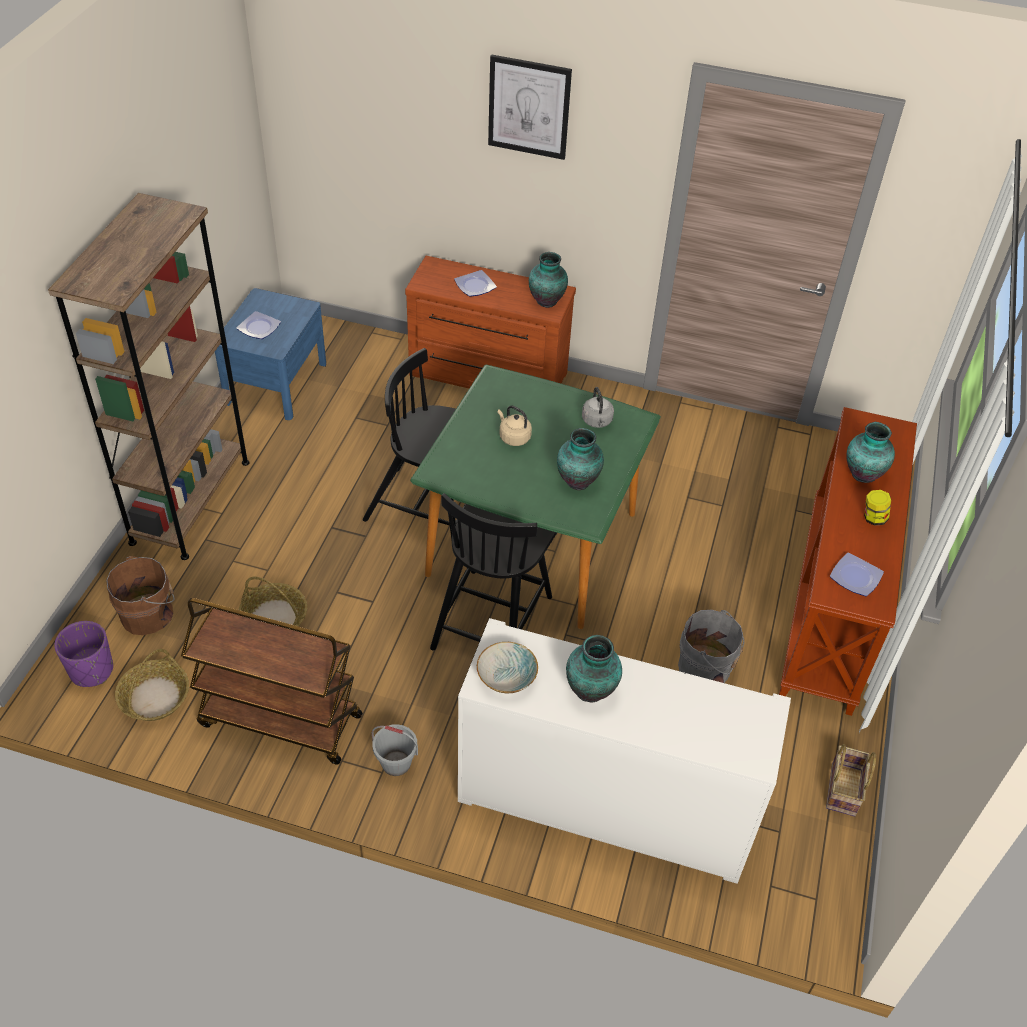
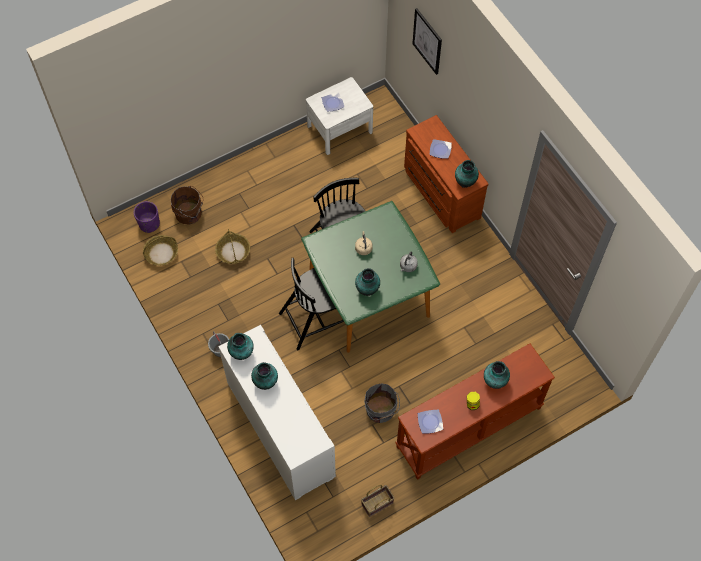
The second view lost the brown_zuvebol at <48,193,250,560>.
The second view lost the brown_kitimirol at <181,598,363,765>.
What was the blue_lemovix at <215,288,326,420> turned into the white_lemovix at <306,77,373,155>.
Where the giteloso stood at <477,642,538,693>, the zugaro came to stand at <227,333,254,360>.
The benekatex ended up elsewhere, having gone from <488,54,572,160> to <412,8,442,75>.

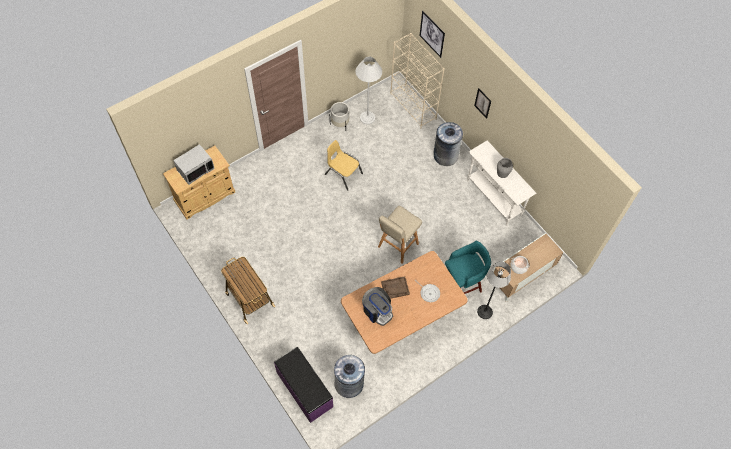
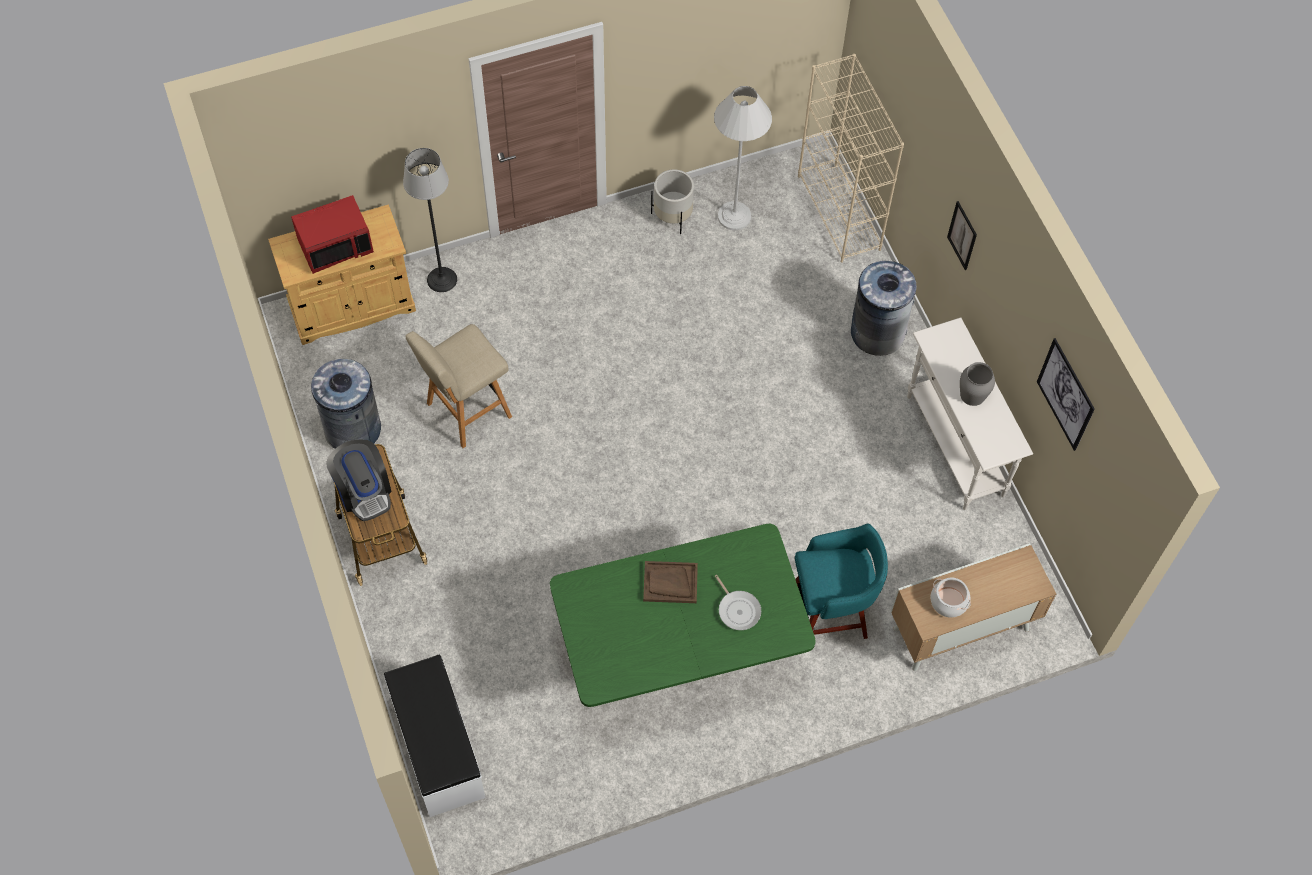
What was the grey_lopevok at <173,144,215,185> turned into the red_lopevok at <291,195,374,274>.
What was the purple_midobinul at <274,347,333,423> turned into the white_midobinul at <384,655,486,817>.
The second view lost the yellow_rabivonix at <325,140,363,191>.
The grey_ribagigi ended up elsewhere, having gone from <334,355,365,398> to <311,359,381,449>.
What was the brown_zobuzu at <341,251,468,354> turned into the green_zobuzu at <550,524,816,707>.
The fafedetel ended up elsewhere, having gone from <362,287,393,326> to <326,440,392,521>.
The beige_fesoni ended up elsewhere, having gone from <378,206,422,264> to <405,324,512,448>.
The benekatex ended up elsewhere, having gone from <419,11,445,58> to <1037,338,1095,451>.
The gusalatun ended up elsewhere, having gone from <477,261,511,319> to <403,148,457,292>.

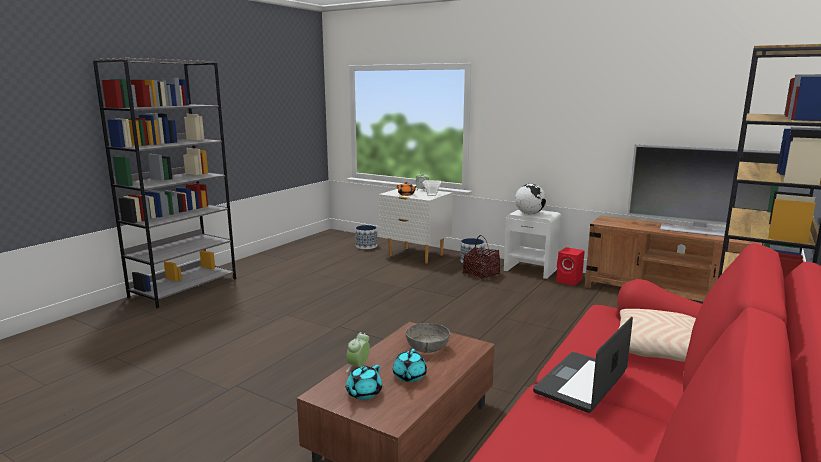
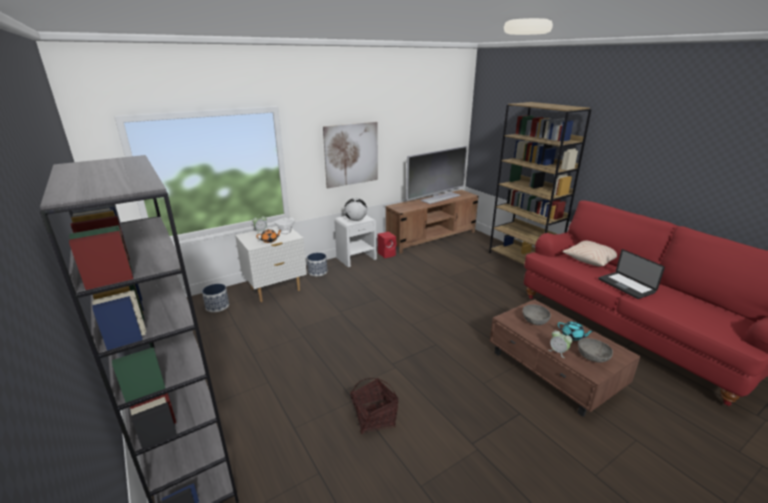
Where the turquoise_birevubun stood at <345,365,382,400>, the grey_giteloso came to stand at <578,338,613,363>.
The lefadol ended up elsewhere, having gone from <463,235,500,280> to <350,378,398,434>.
The second view gained the benekatex at <323,122,378,188>.

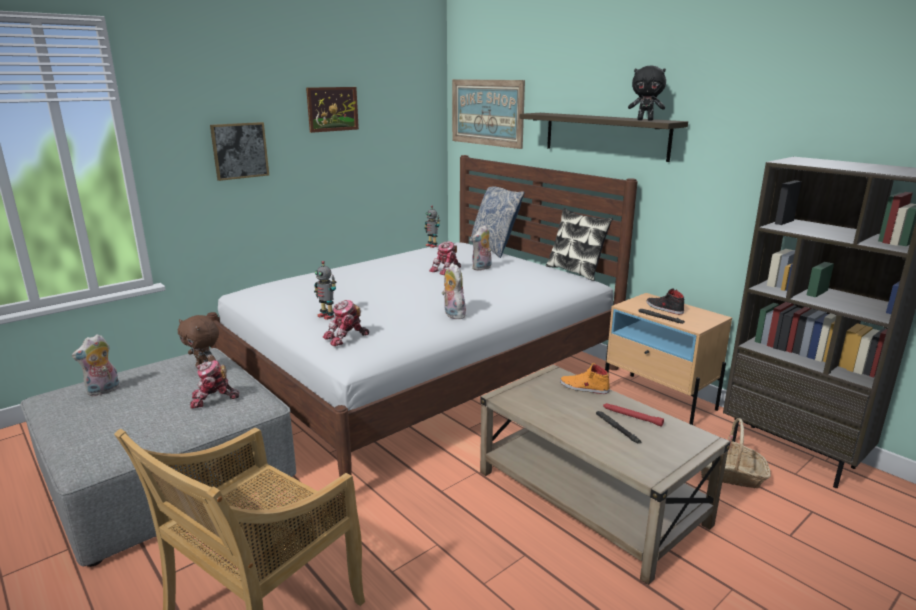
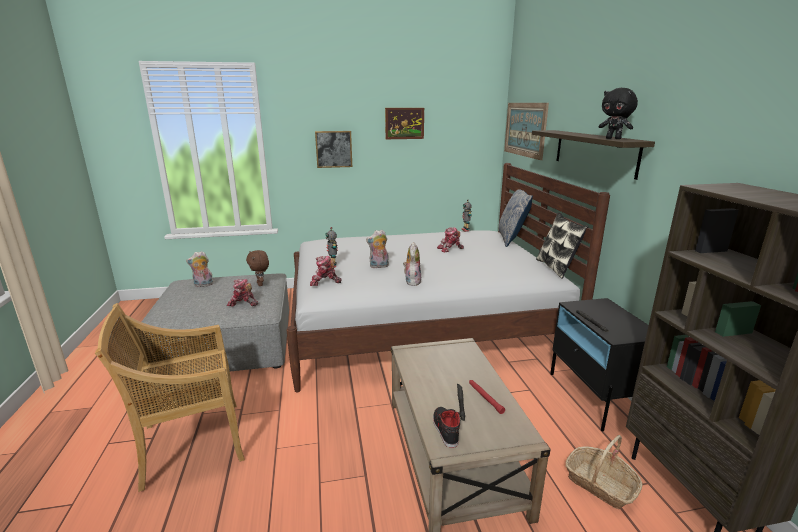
The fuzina ended up elsewhere, having gone from <472,225,492,271> to <366,230,389,269>.
The second view lost the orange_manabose at <560,363,610,394>.
What was the beige_lemovix at <605,293,732,425> turned into the black_lemovix at <550,298,649,431>.
The black_manabose ended up elsewhere, having gone from <646,288,684,315> to <433,407,460,448>.

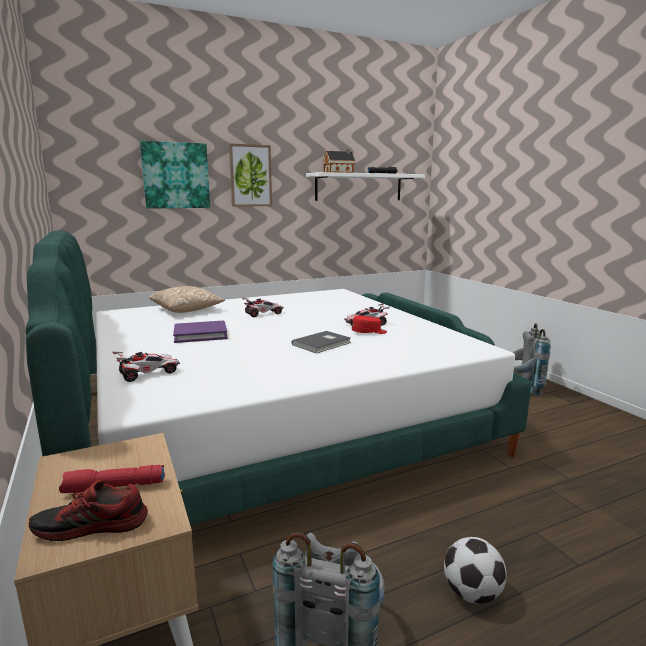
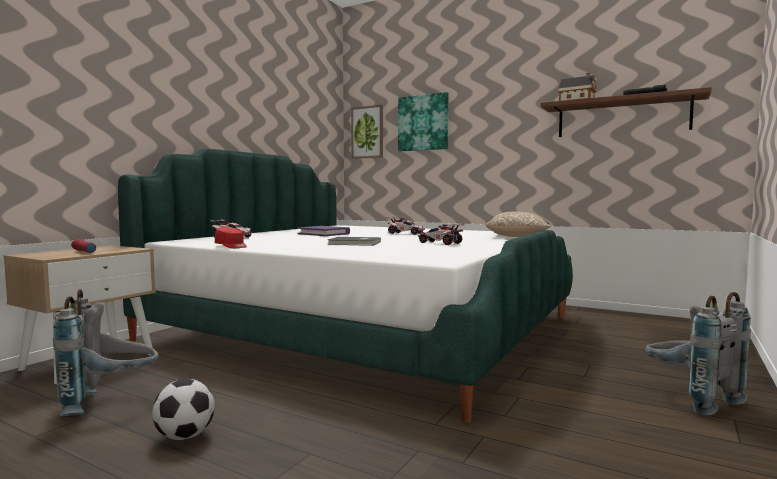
The second view lost the manabose at <28,480,148,541>.
The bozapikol ended up elsewhere, having gone from <149,286,225,313> to <486,211,551,237>.
The benekatex ended up elsewhere, having gone from <229,143,272,207> to <351,105,383,159>.
What was the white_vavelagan at <306,172,425,201> turned into the brown_vavelagan at <541,87,712,137>.
The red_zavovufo ended up elsewhere, having gone from <352,315,387,334> to <215,227,247,248>.

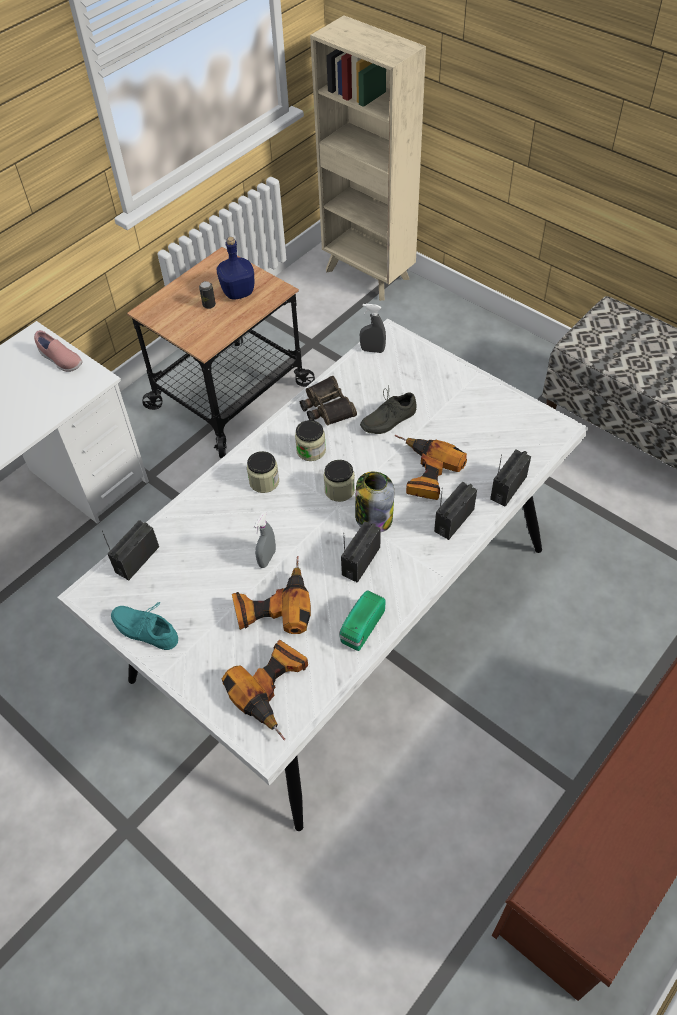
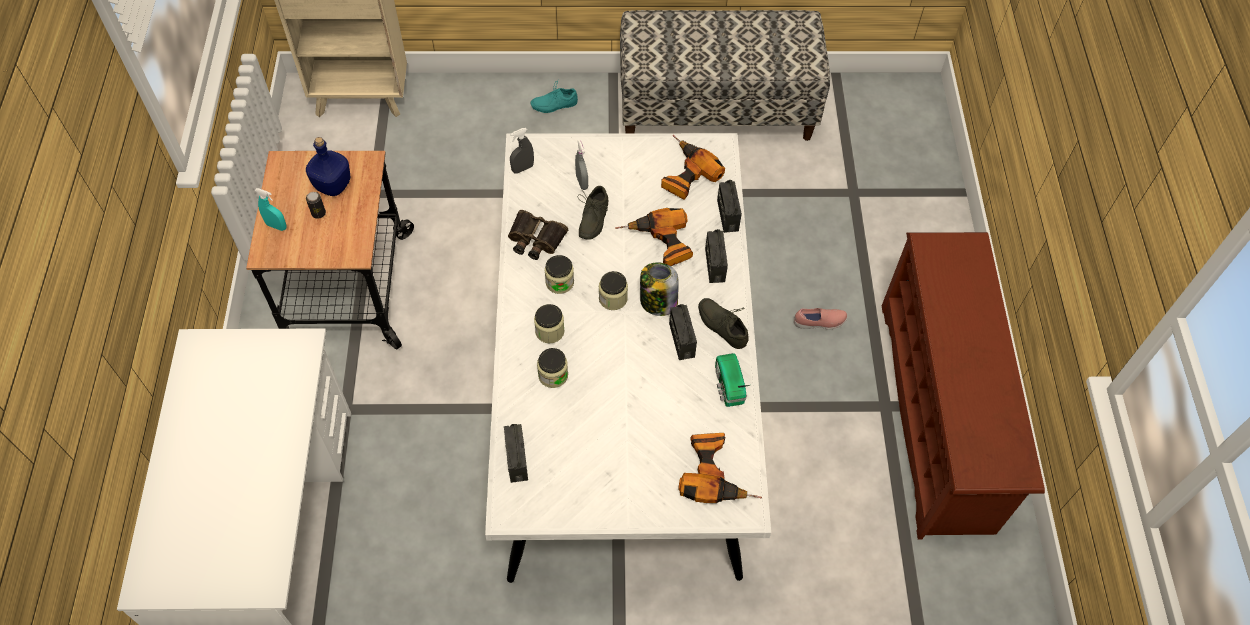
The pink_manabose ended up elsewhere, having gone from <34,330,83,372> to <794,308,848,330>.
The turquoise_manabose ended up elsewhere, having gone from <111,602,178,650> to <530,81,578,113>.
The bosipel ended up elsewhere, having gone from <232,556,311,634> to <661,135,725,199>.
The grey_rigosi ended up elsewhere, having gone from <254,511,276,568> to <575,140,588,190>.
The second view gained the turquoise_rigosi at <255,188,287,231>.
The second view gained the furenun at <537,348,568,388>.
The second view gained the grey_manabose at <698,298,749,349>.

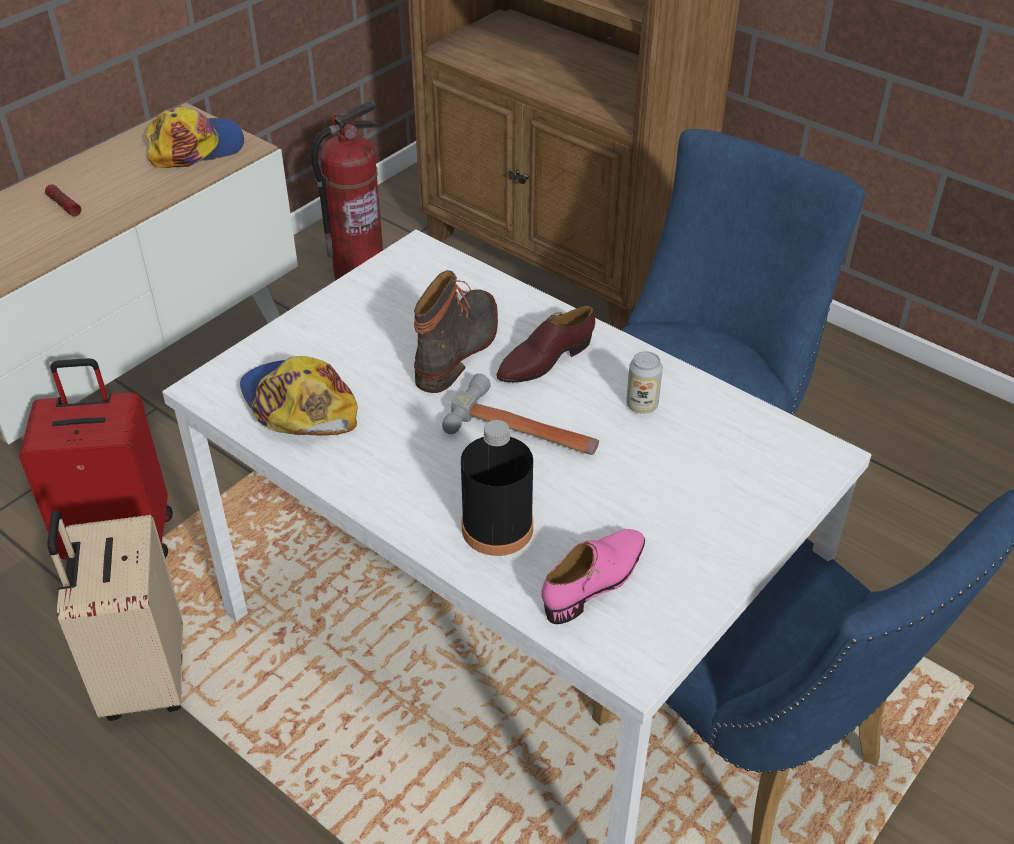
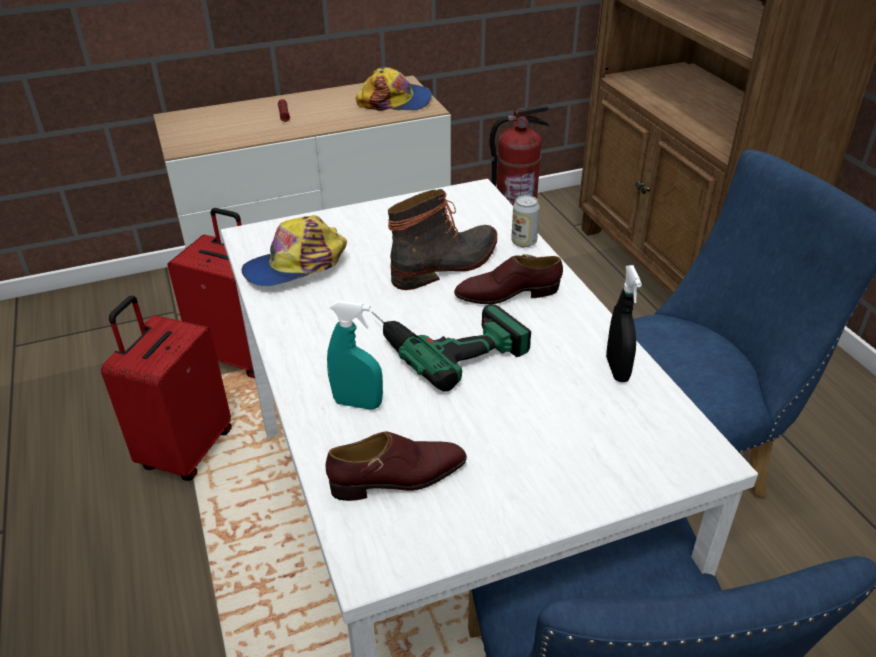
What was the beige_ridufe at <48,511,183,721> turned into the red_ridufe at <101,296,232,481>.
The zavovufo at <240,356,358,436> ended up facing another way, 120 degrees counterclockwise from before.
Where the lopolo stood at <442,373,599,455>, the bosipel came to stand at <372,304,531,392>.
Where the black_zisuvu stood at <461,420,533,556>, the turquoise_rigosi came to stand at <327,300,383,410>.
What was the pink_manabose at <541,529,645,624> turned into the brown_manabose at <326,432,467,501>.
The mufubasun ended up elsewhere, having gone from <626,351,663,414> to <511,195,540,248>.
The second view gained the black_rigosi at <606,265,642,382>.

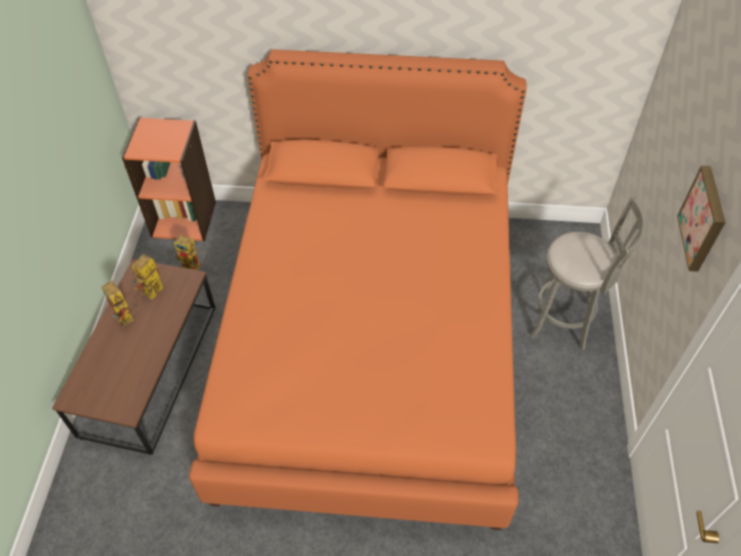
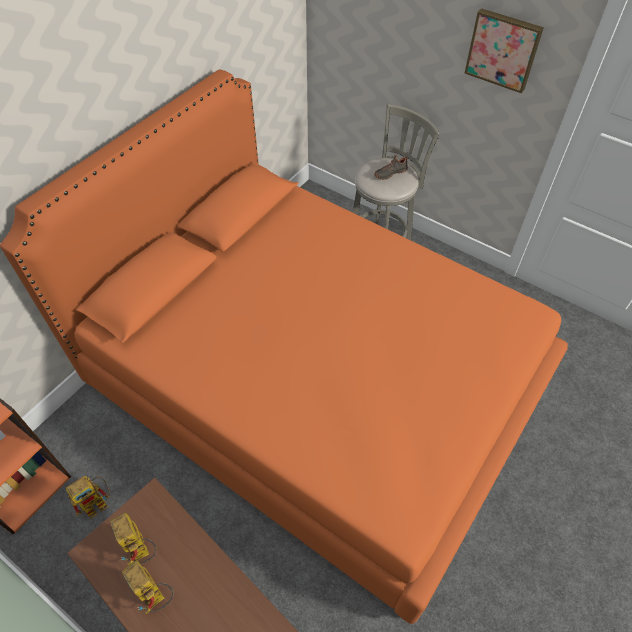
The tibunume at <101,281,139,327> ended up facing another way, 60 degrees clockwise from before.
The second view gained the black_manabose at <374,155,409,180>.

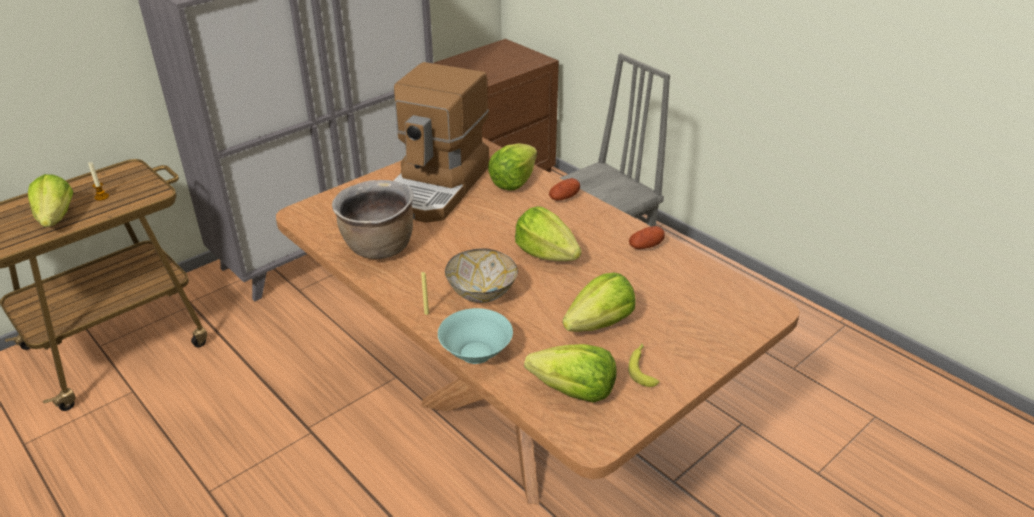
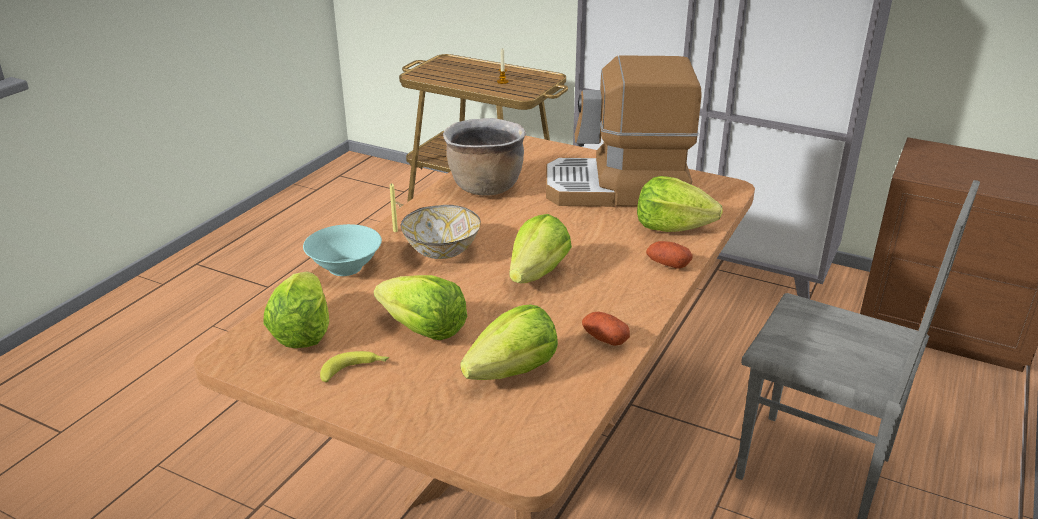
The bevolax ended up elsewhere, having gone from <28,174,73,227> to <460,304,558,380>.

